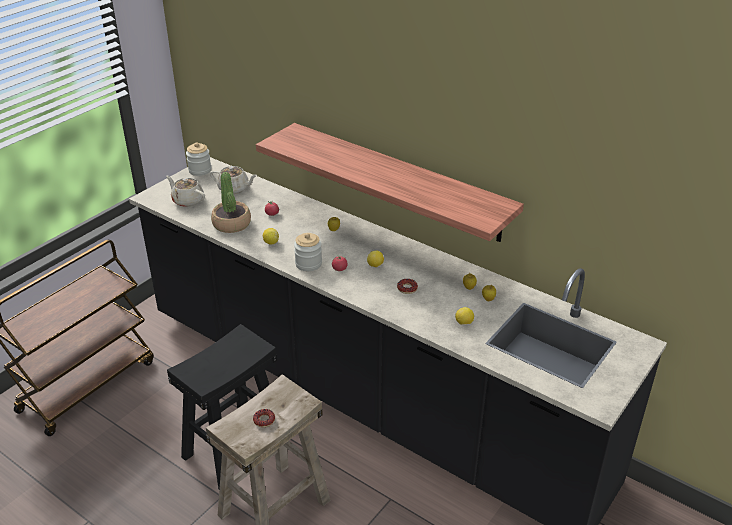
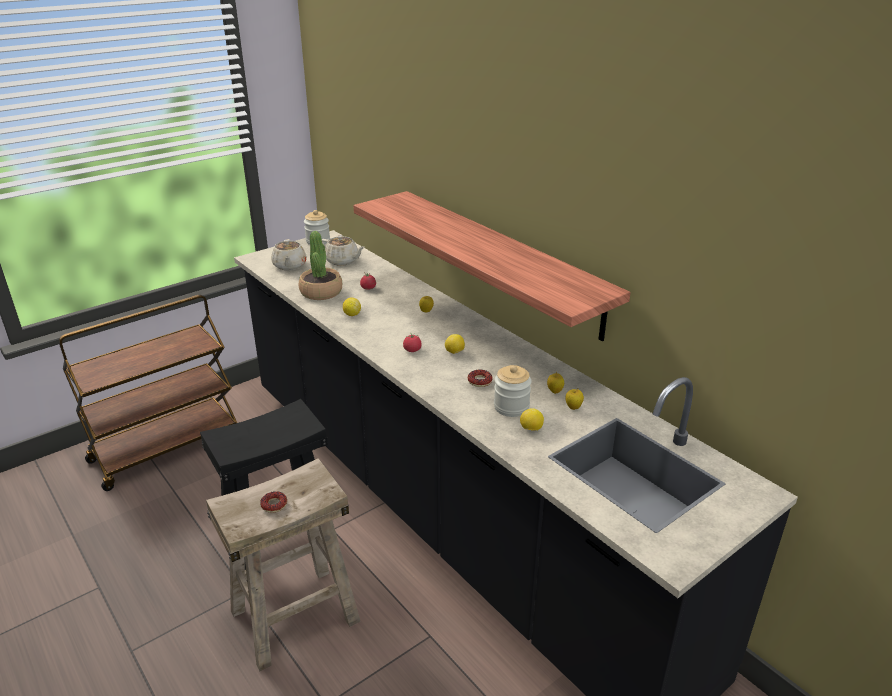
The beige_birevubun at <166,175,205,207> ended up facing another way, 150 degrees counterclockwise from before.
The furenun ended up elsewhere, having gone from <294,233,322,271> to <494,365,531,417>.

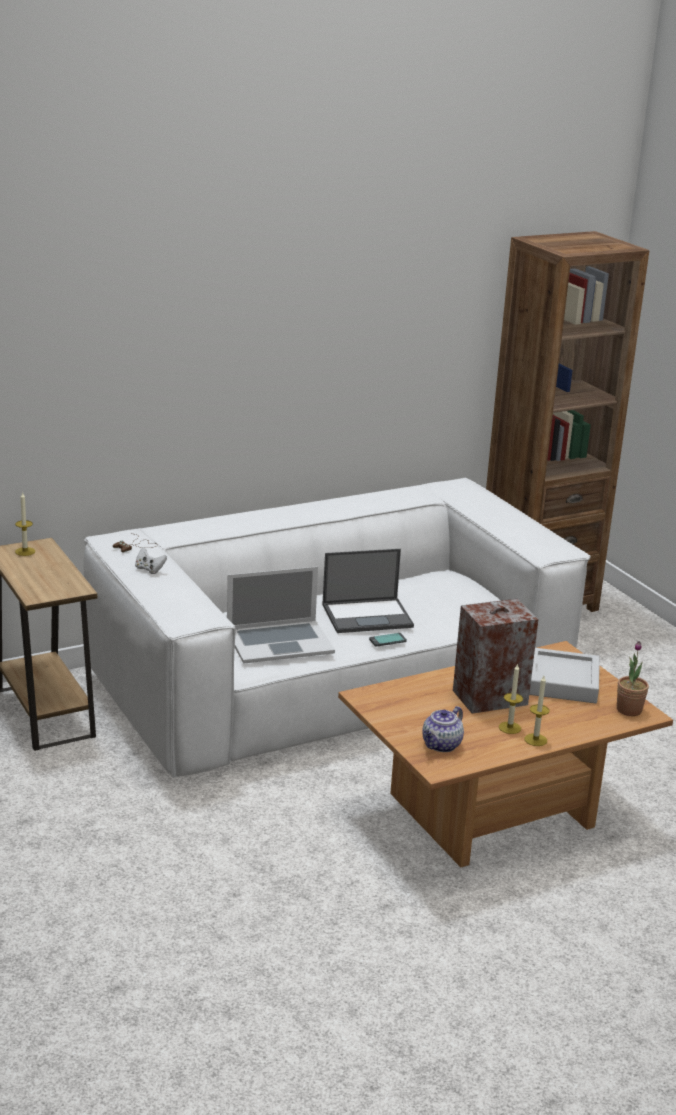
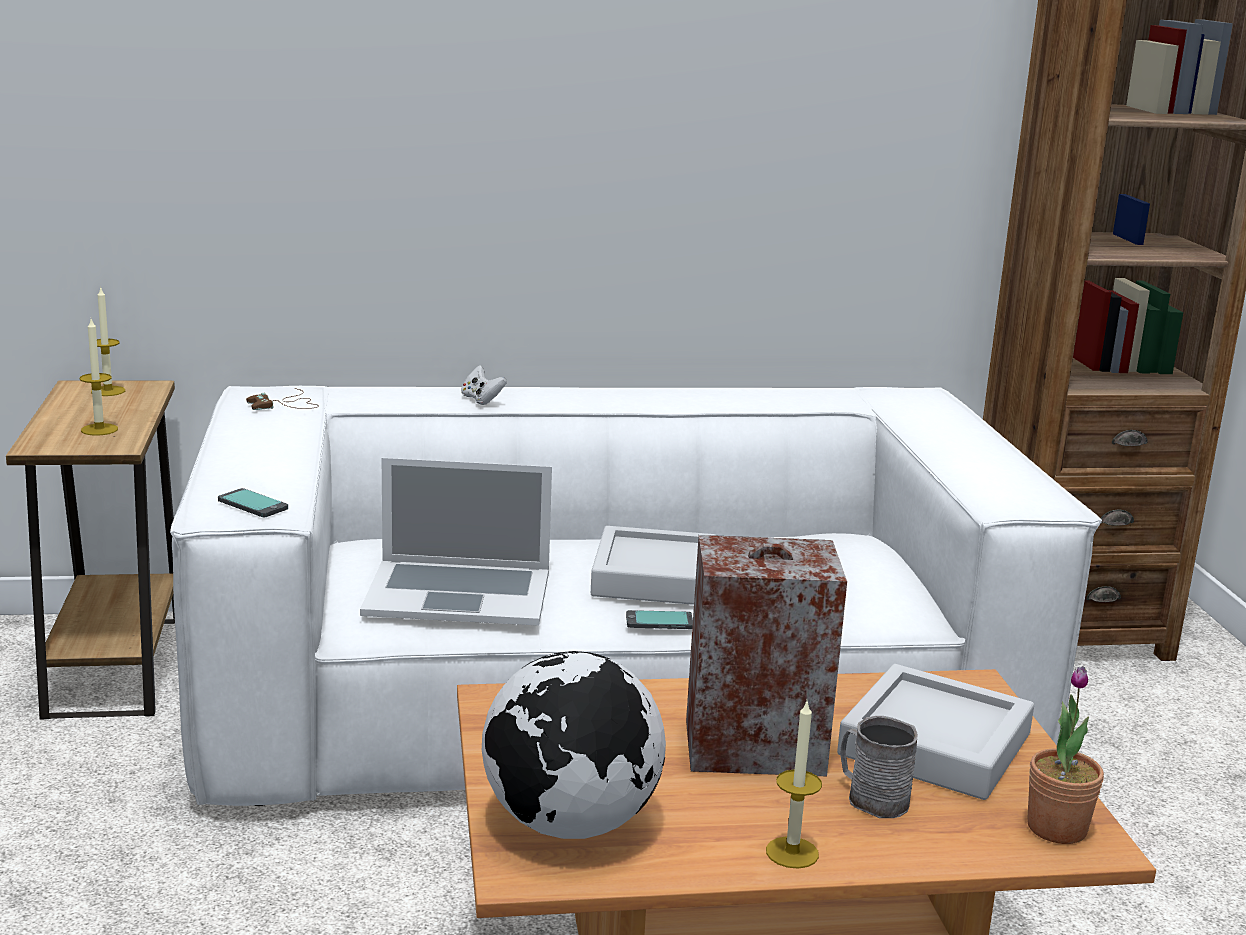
The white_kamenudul ended up elsewhere, having gone from <135,547,167,574> to <461,365,507,405>.
Where the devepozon stood at <322,549,414,633>, the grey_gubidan came to stand at <591,526,716,605>.
Where the birevubun stood at <422,706,464,752>, the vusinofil came to stand at <482,651,666,839>.
The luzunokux ended up elsewhere, having gone from <499,663,523,734> to <80,319,118,436>.
The second view gained the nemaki at <218,488,288,517>.
The second view gained the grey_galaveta at <840,716,918,818>.

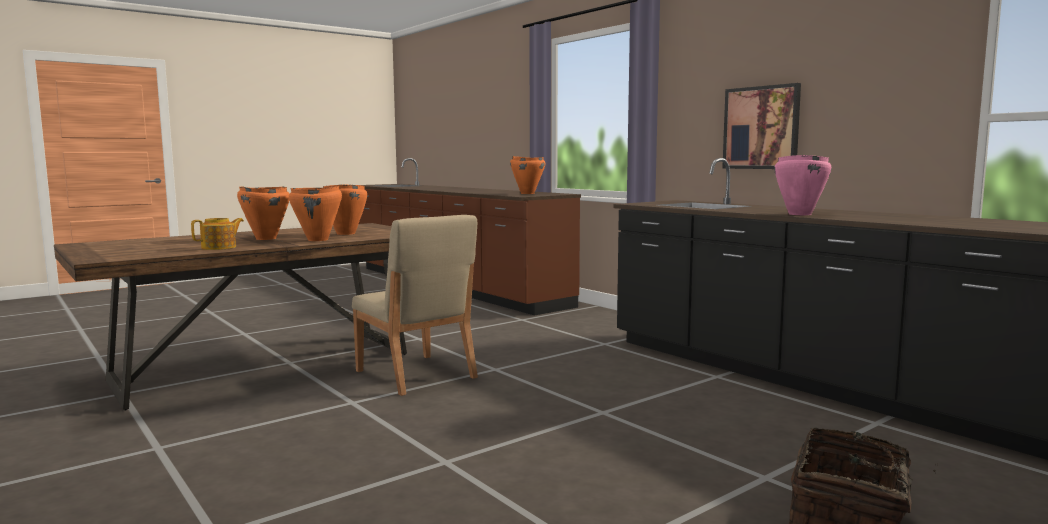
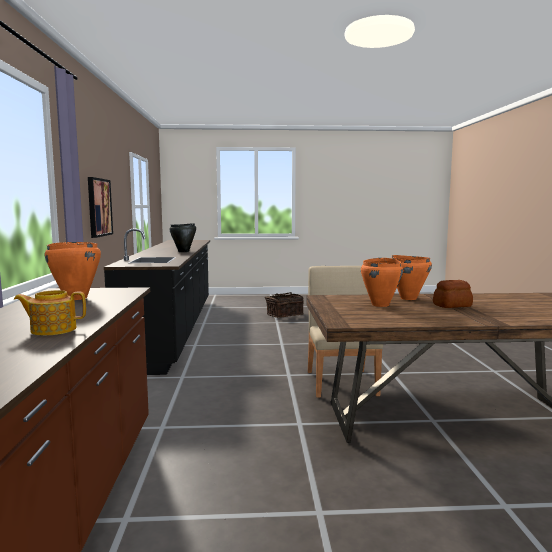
The birevubun ended up elsewhere, having gone from <191,218,244,250> to <14,290,86,336>.
Where the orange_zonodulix stood at <237,186,289,240>, the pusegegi came to stand at <433,280,473,308>.
What was the pink_zonodulix at <774,155,832,215> turned into the black_zonodulix at <169,223,196,252>.

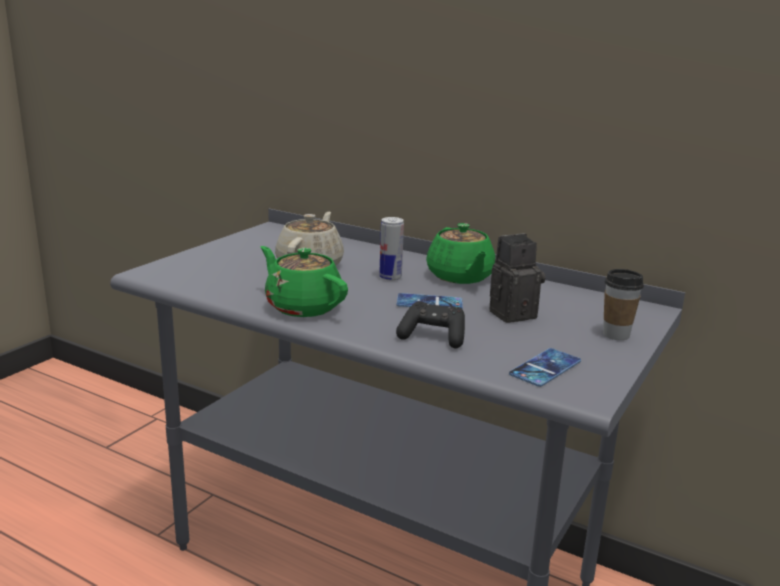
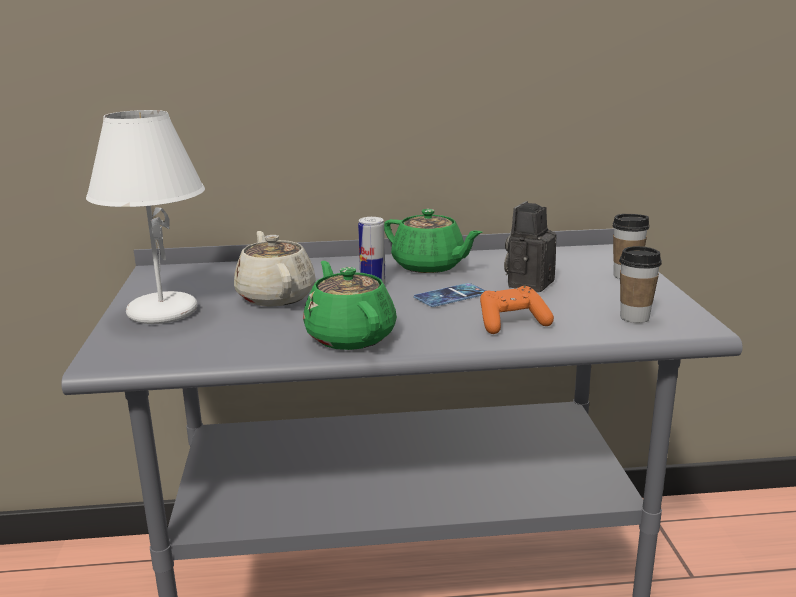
The green_birevubun at <260,246,348,317> ended up facing another way, 60 degrees clockwise from before.
What was the black_kamenudul at <396,301,465,349> turned into the orange_kamenudul at <480,286,554,334>.
Where the nemaki stood at <509,348,581,387>, the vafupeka came to stand at <619,246,662,323>.
The second view gained the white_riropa at <86,110,205,324>.

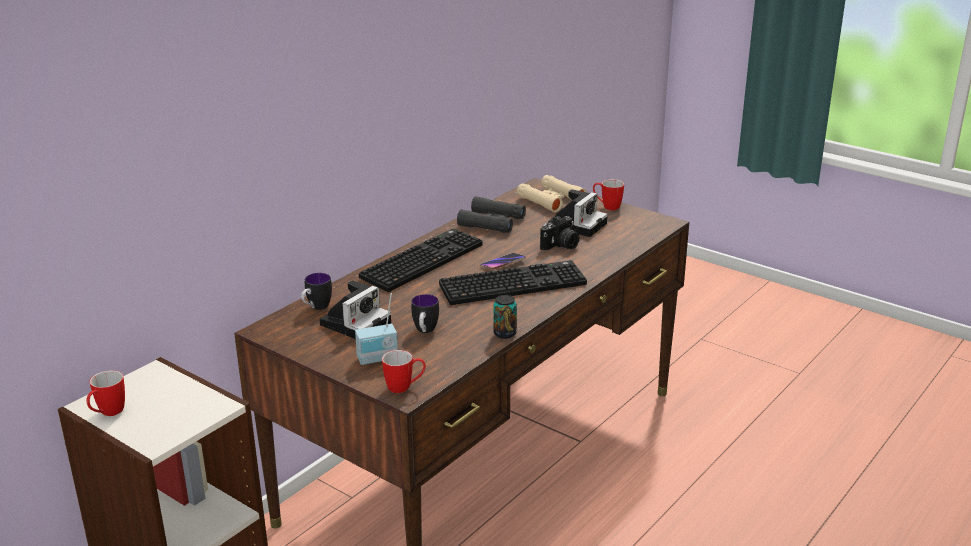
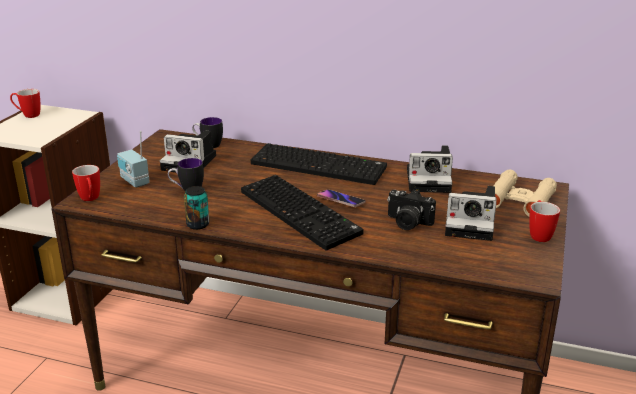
Where the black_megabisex stood at <457,196,526,233>, the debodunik came to stand at <407,145,453,193>.

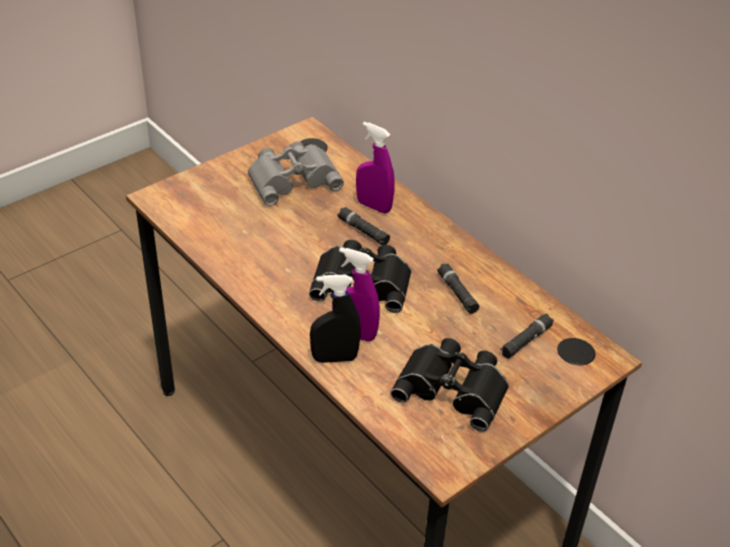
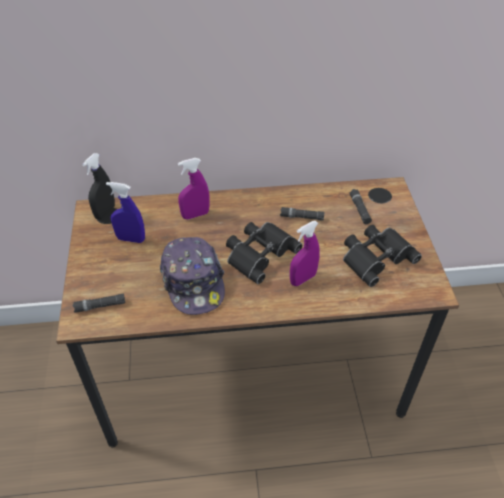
Where the grey_megabisex stood at <248,141,344,205>, the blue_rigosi came to stand at <106,182,145,243>.
The black_rigosi ended up elsewhere, having gone from <310,275,361,363> to <82,153,115,219>.
The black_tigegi ended up elsewhere, having gone from <338,207,390,245> to <73,294,125,313>.
The second view gained the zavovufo at <160,237,225,315>.

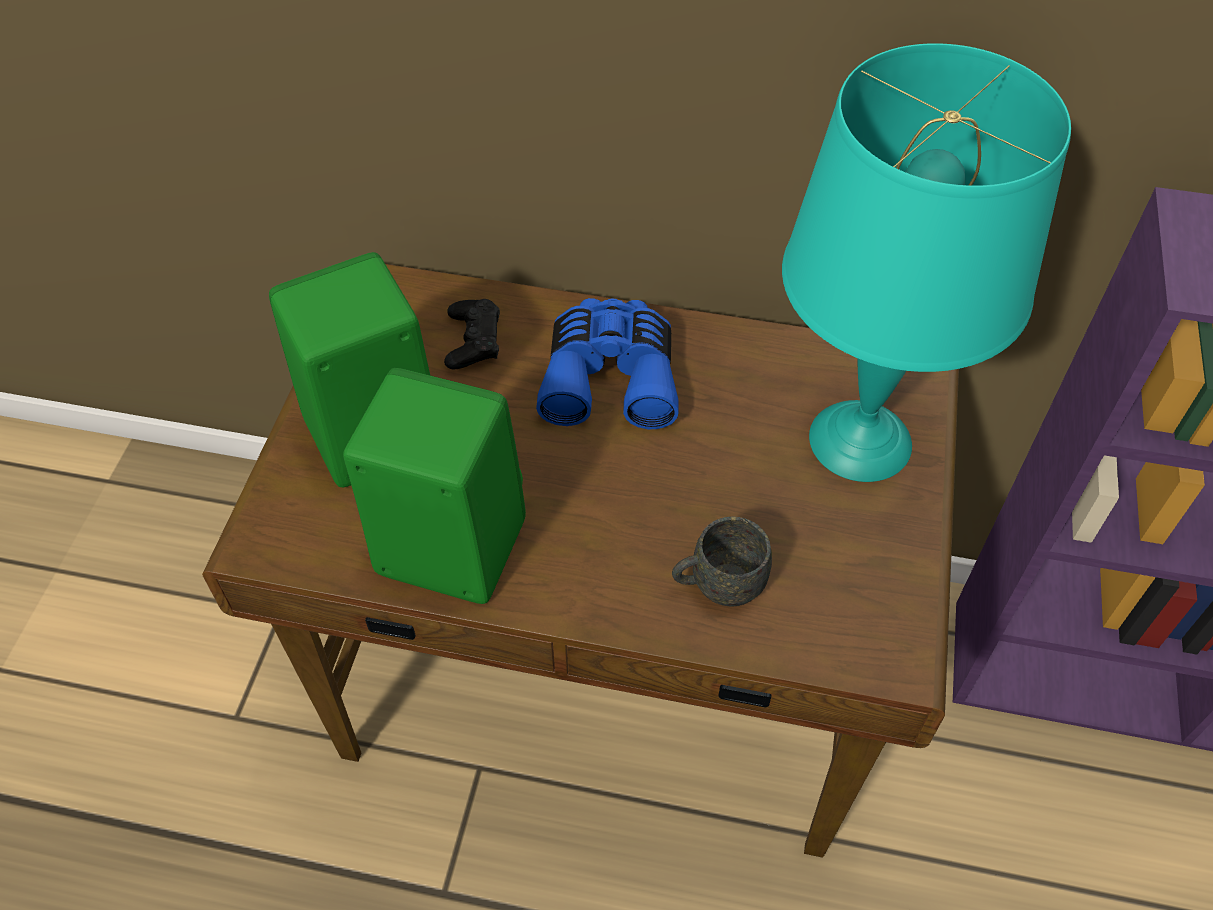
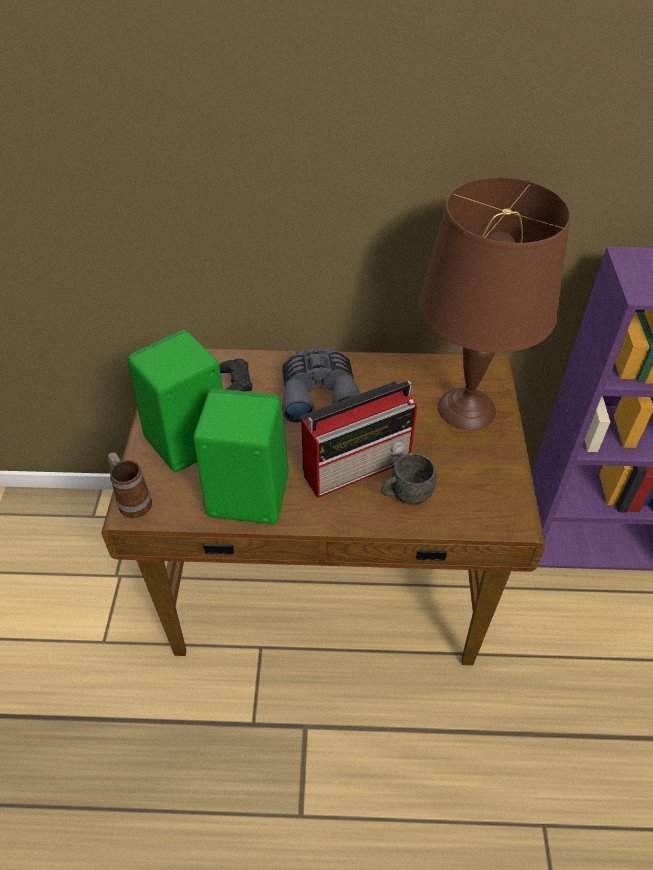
What was the blue_megabisex at <536,298,679,429> turned into the grey_megabisex at <282,348,361,422>.
What was the turquoise_riropa at <782,43,1071,482> turned into the brown_riropa at <419,177,570,430>.
The second view gained the galaveta at <107,453,152,518>.
The second view gained the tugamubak at <301,381,418,498>.

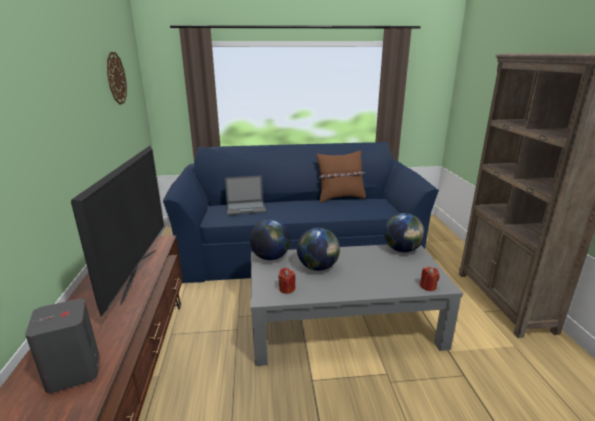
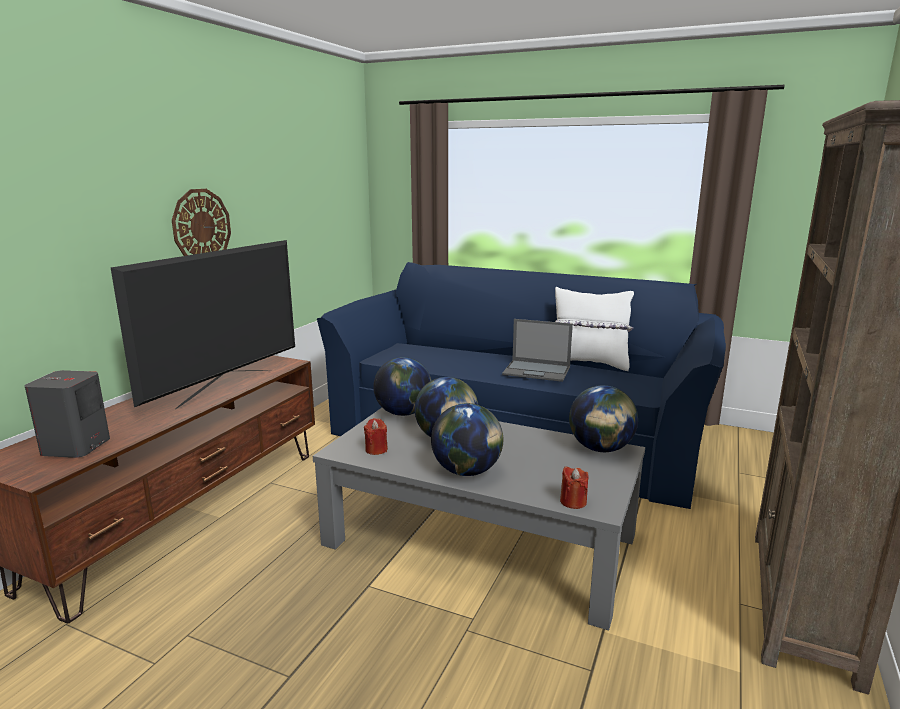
The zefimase ended up elsewhere, having gone from <107,52,127,105> to <172,189,231,256>.
The devepozon ended up elsewhere, having gone from <225,175,266,215> to <502,319,573,382>.
What was the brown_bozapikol at <317,151,366,202> turned into the white_bozapikol at <555,287,634,371>.
The second view gained the vusinofil at <431,403,503,476>.

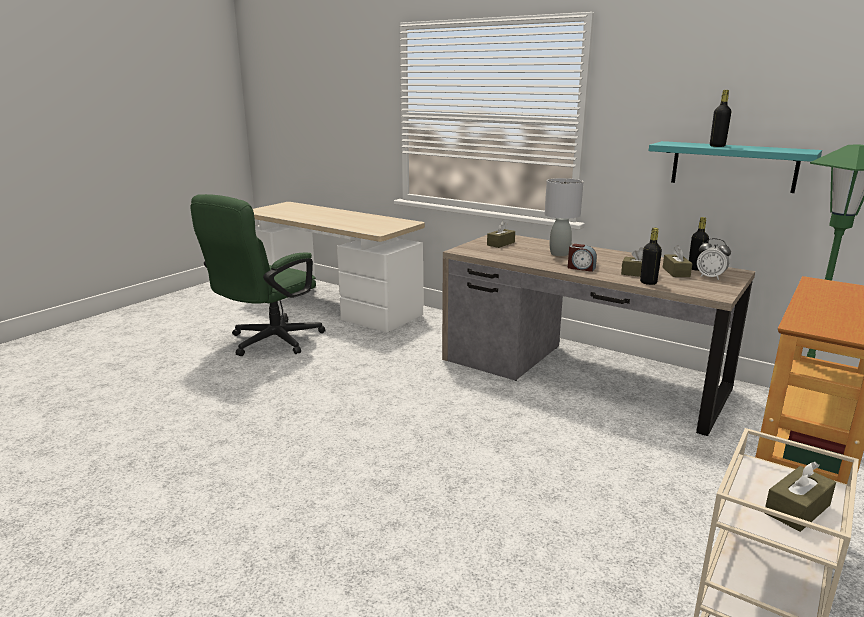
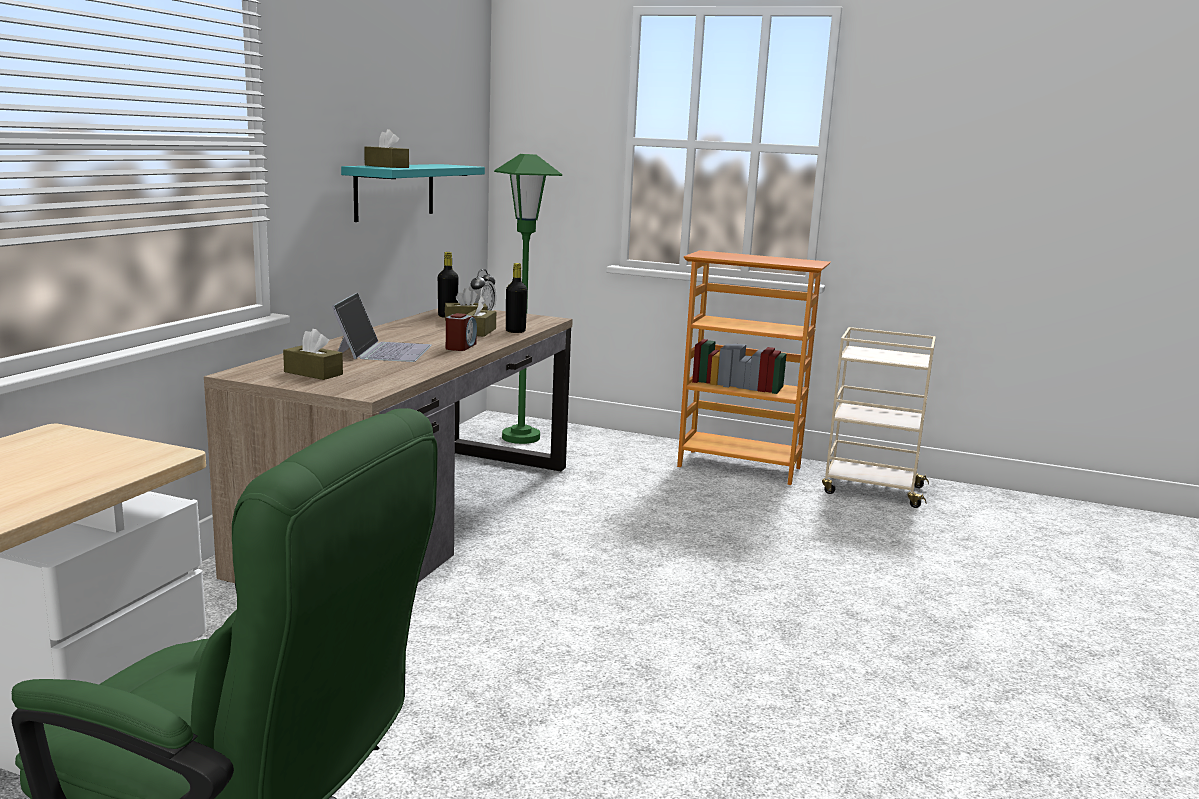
Where the grey_riropa stood at <545,178,583,256>, the devepozon came to stand at <331,292,432,362>.
The second view lost the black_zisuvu at <710,90,731,147>.
The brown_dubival ended up elsewhere, having gone from <765,461,836,532> to <364,129,409,168>.

